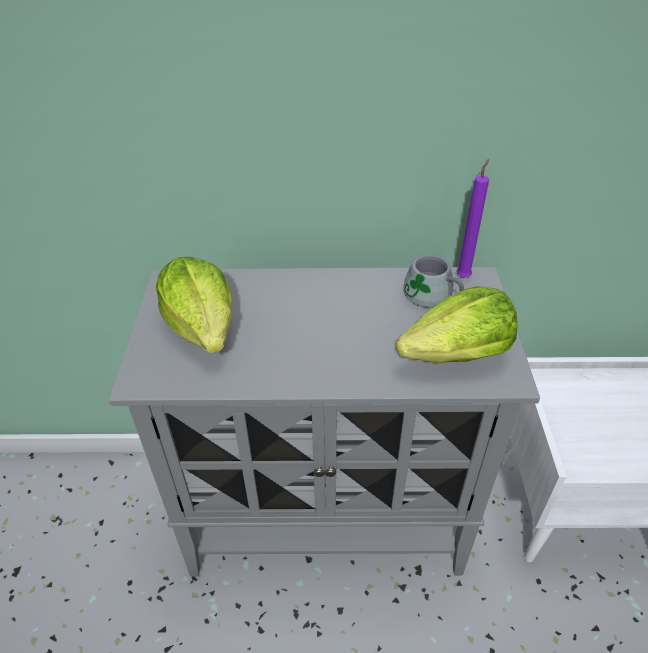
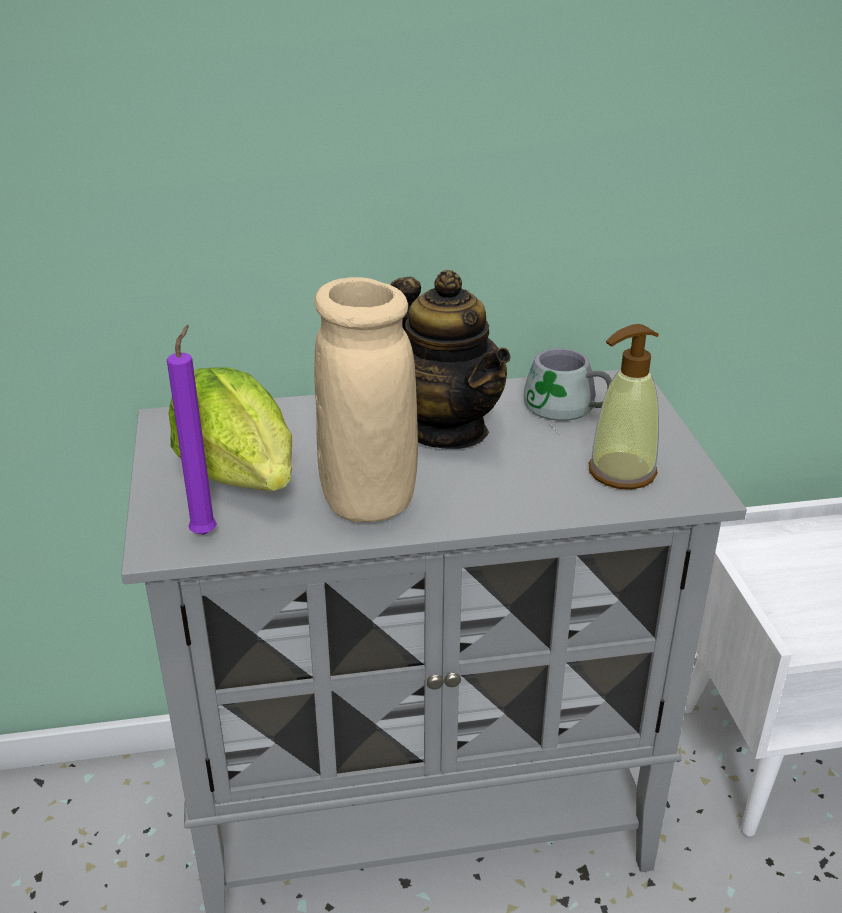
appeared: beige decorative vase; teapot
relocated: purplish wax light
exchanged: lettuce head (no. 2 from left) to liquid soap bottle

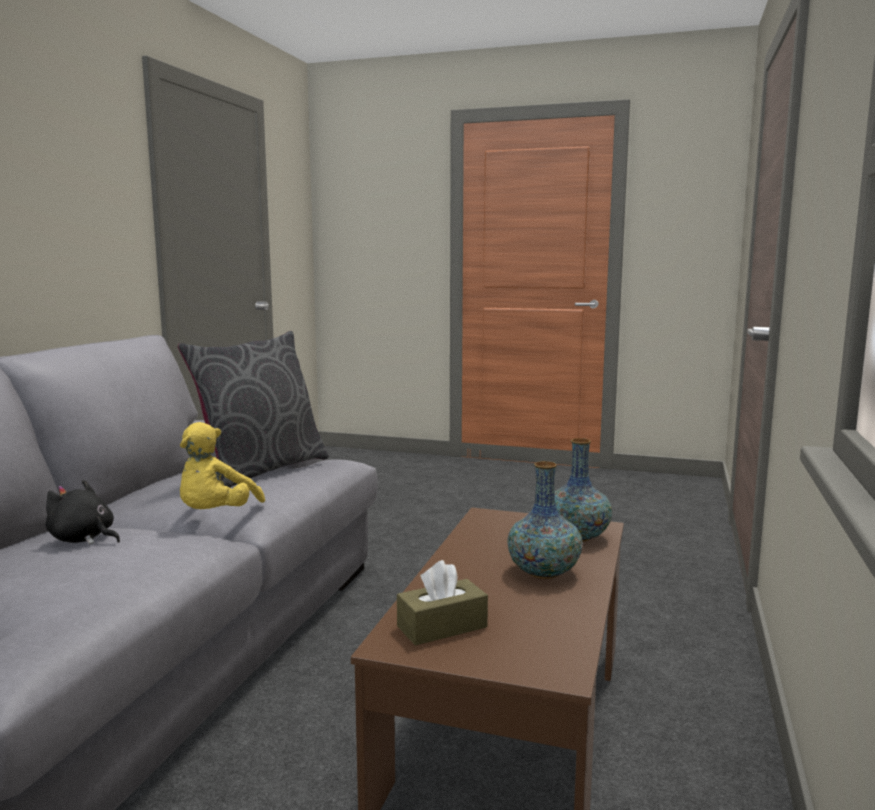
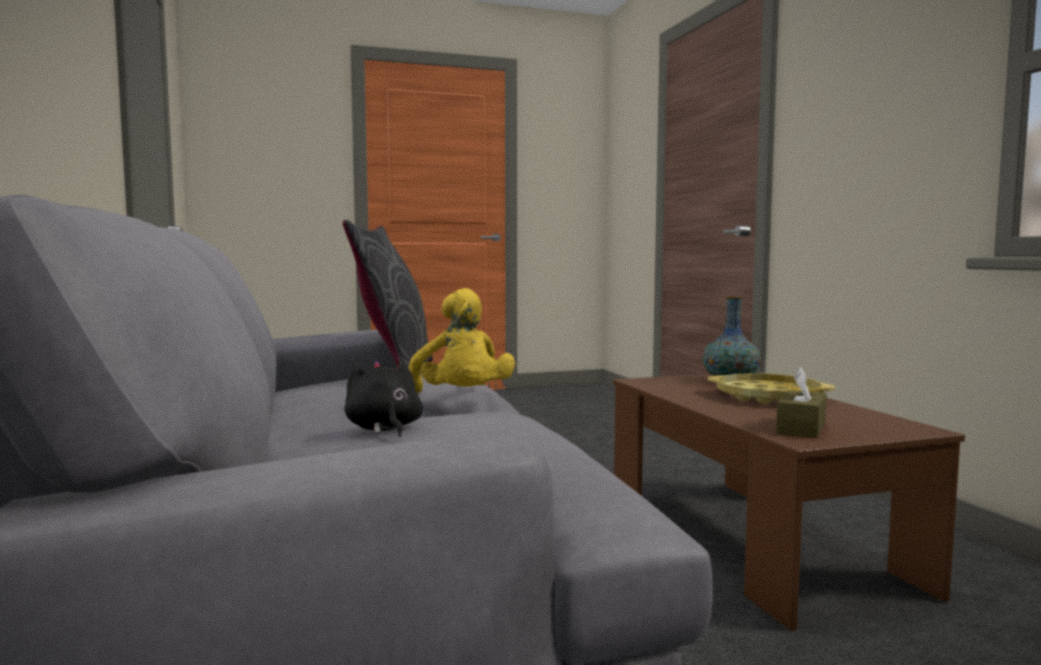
exchanged: decorative vase (no. 1 from left) to yellow-coloured carrying tray
spun: black-coloured cuddly toy 75 degrees clockwise

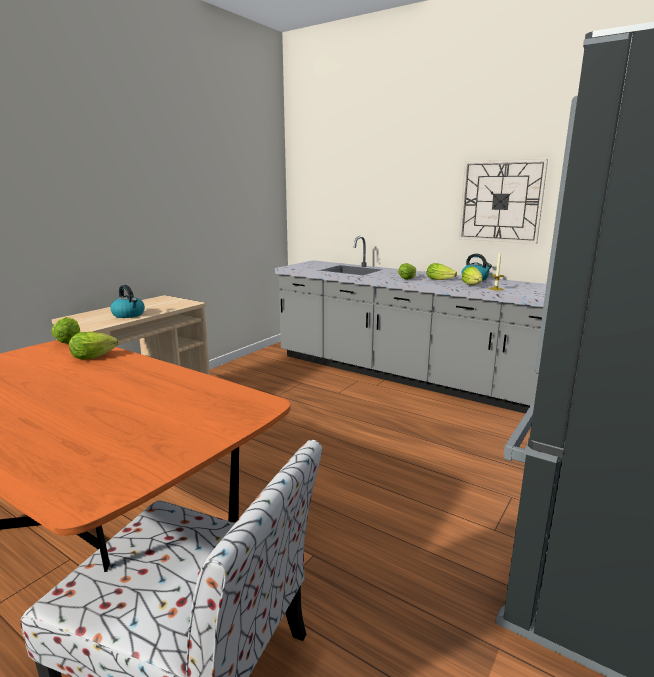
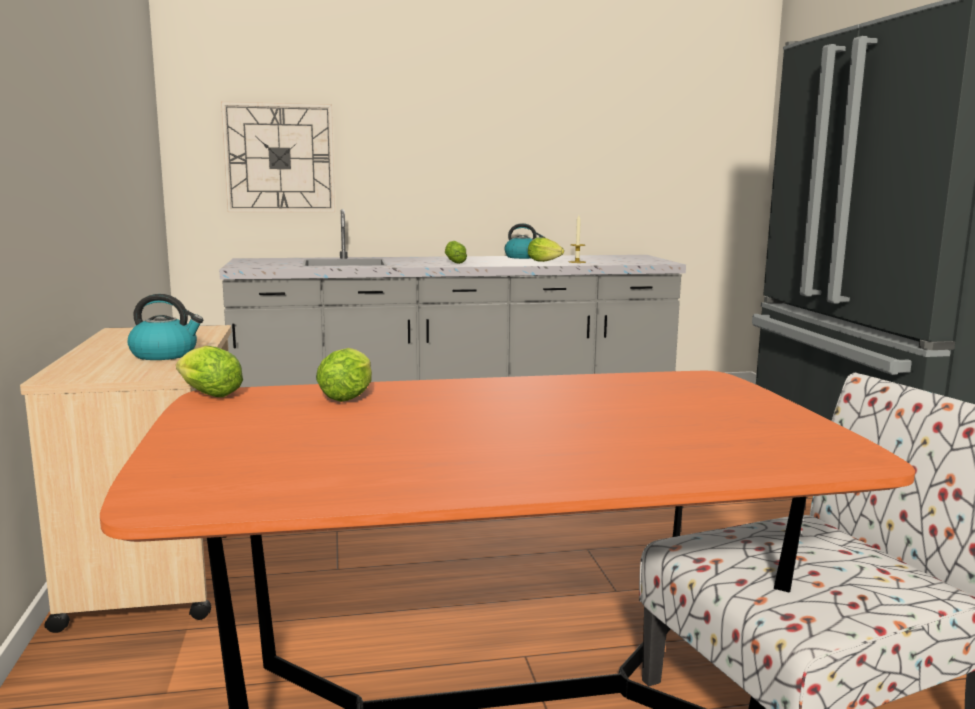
missing: lettuce head (no. 4 from left)
relocated: wall clock

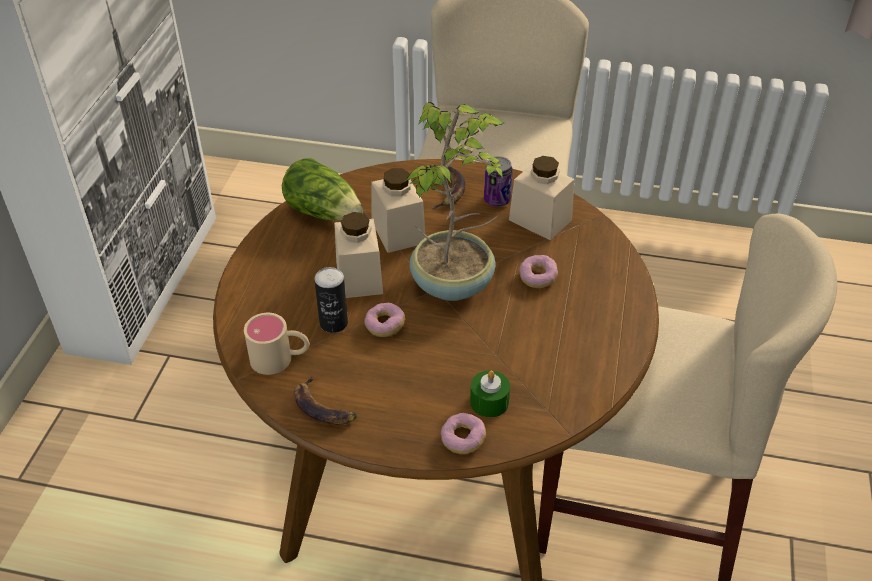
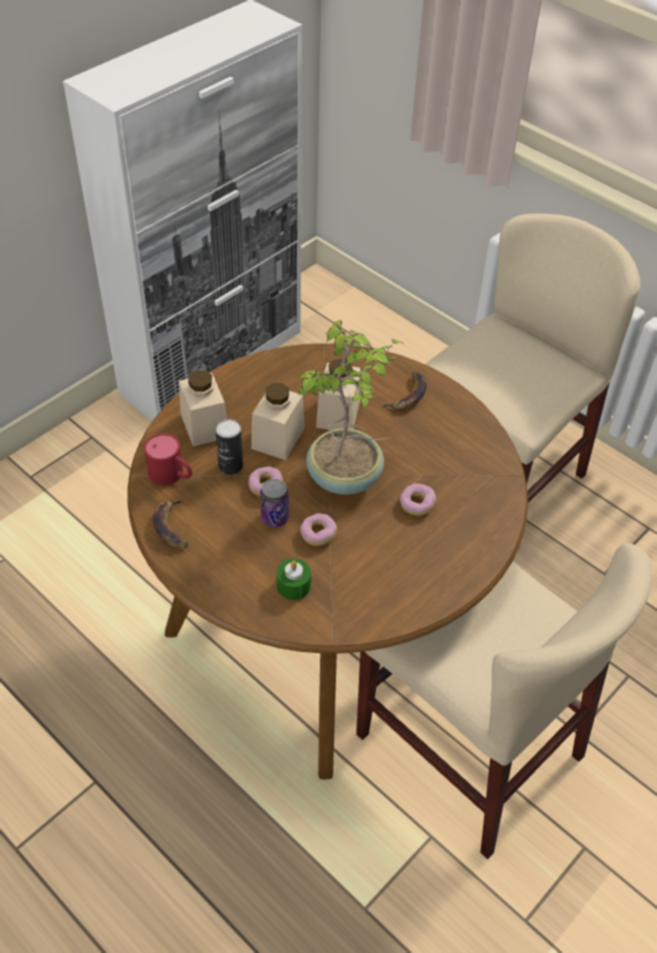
missing: lettuce head
relocated: donut (no. 2 from left); sealed can (no. 2 from left); beige jar (no. 3 from left in the first image) to beige jar (no. 1 from left)
colour: beige tea mug to red tea mug

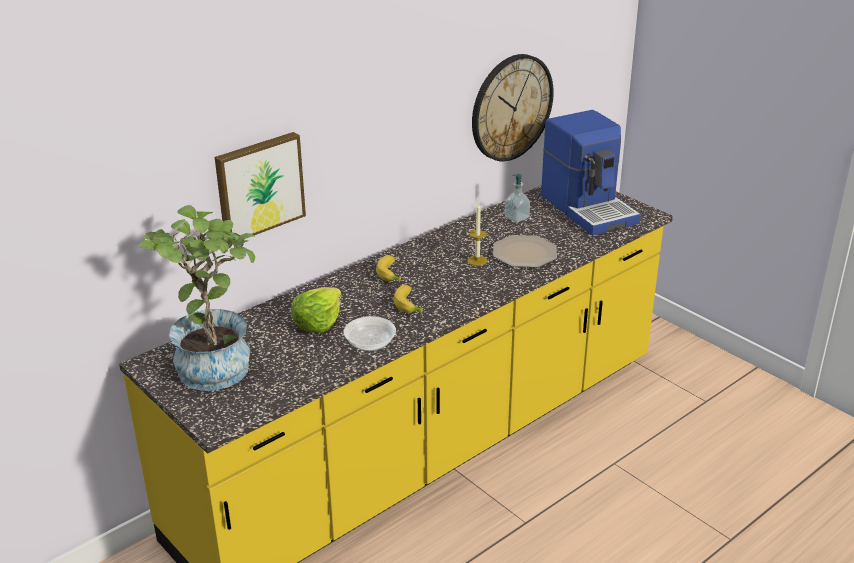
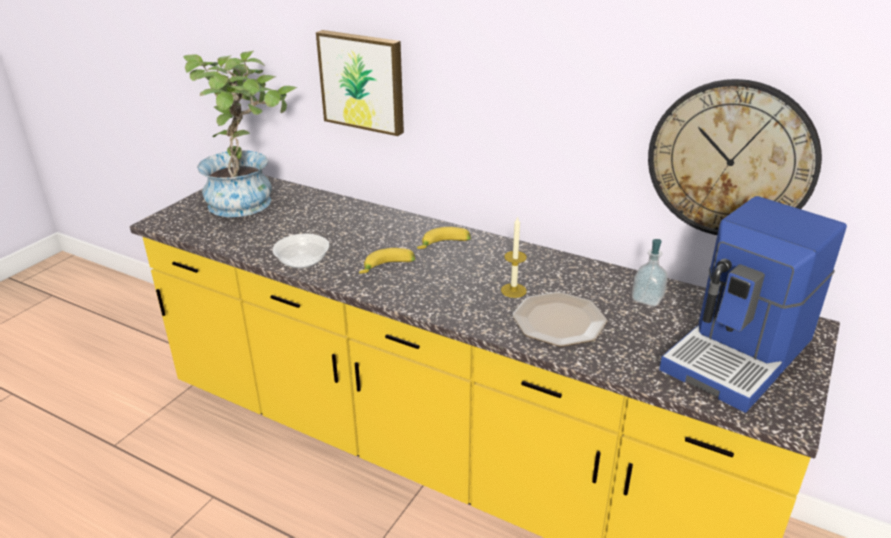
missing: lettuce head

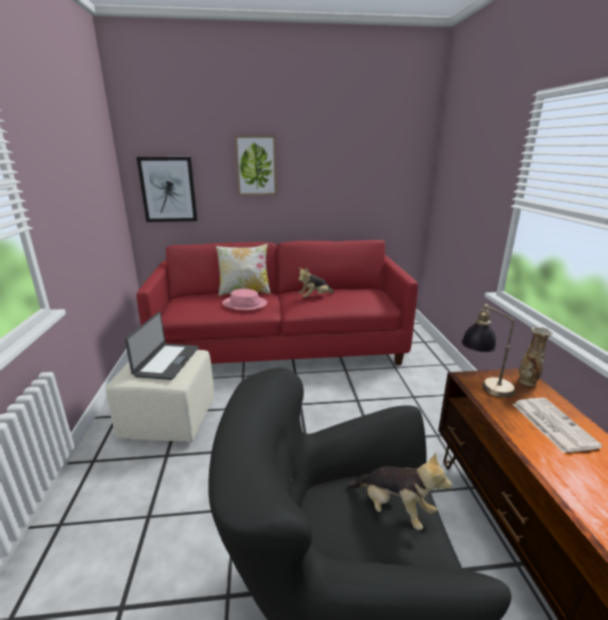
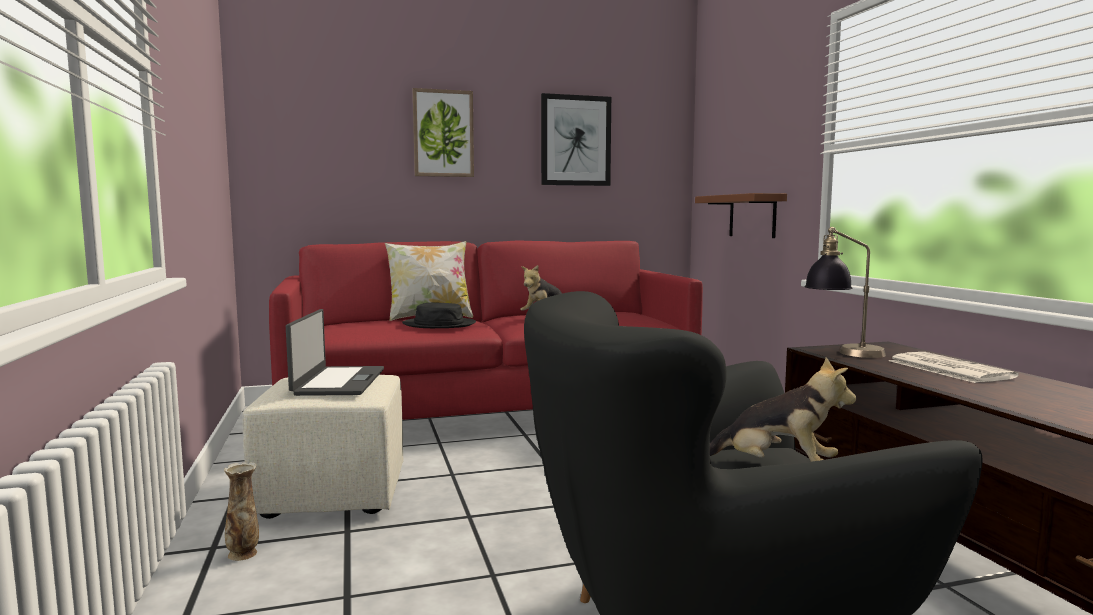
appeared: brown-coloured wall shelf
relocated: picture (no. 1 from left in the first image) to picture (no. 2 from left); decorative vase
colour: pinkish hat to black-coloured hat

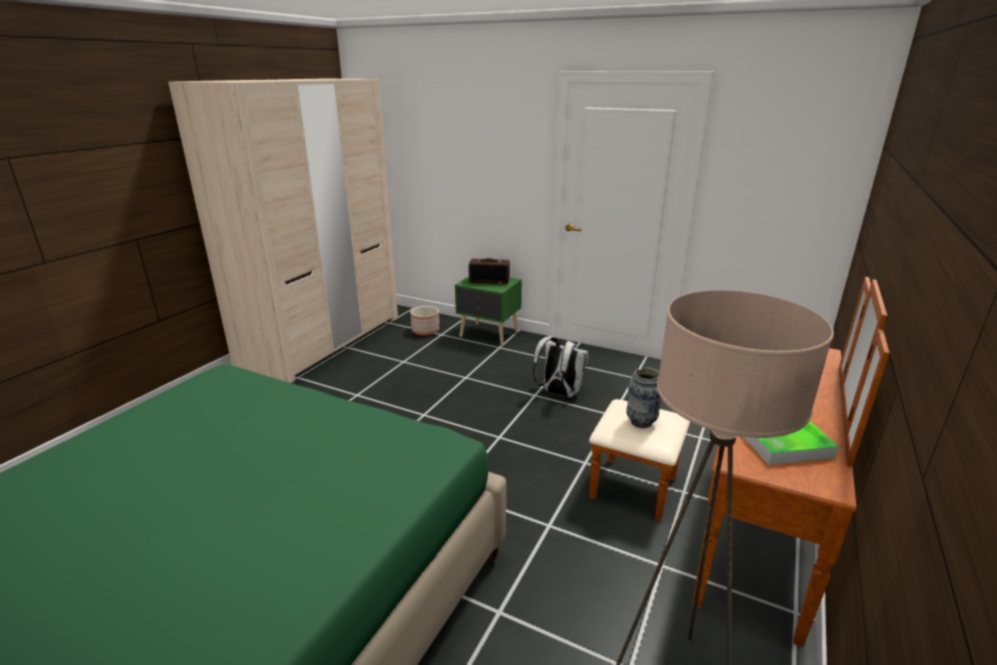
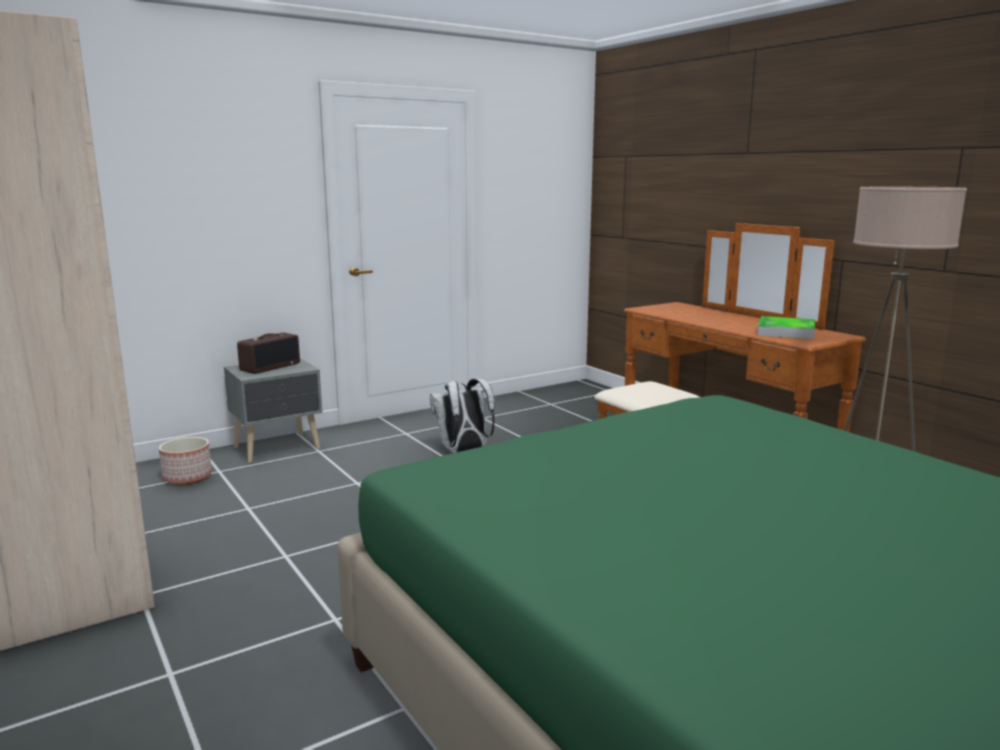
missing: decorative vase
colour: green-coloured night table to grey night table

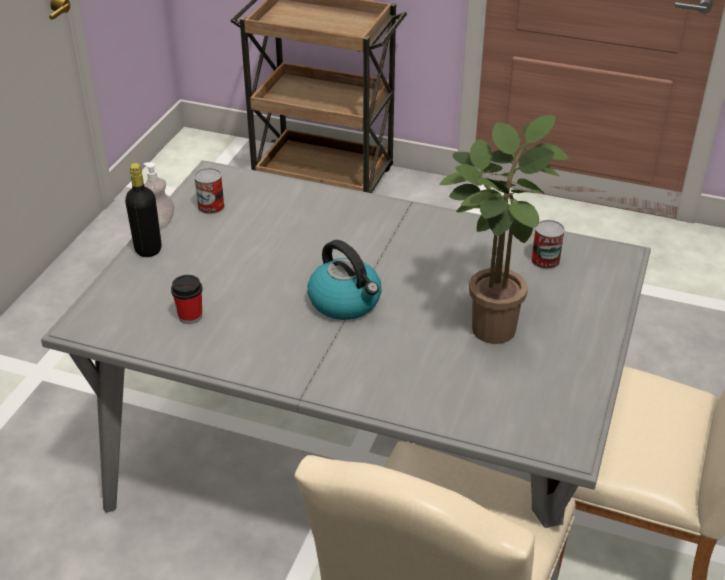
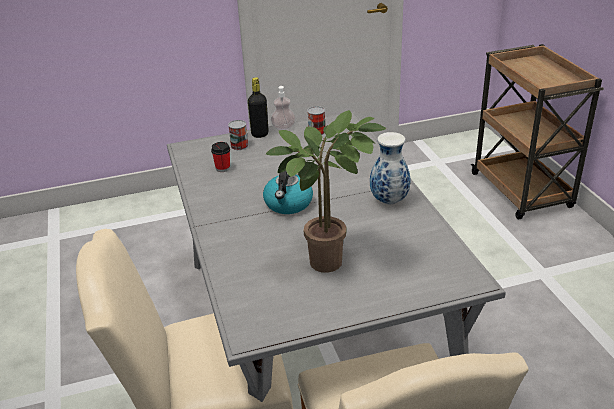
appeared: decorative vase
relocated: sealed can (no. 2 from left in the first image) to sealed can (no. 1 from left)

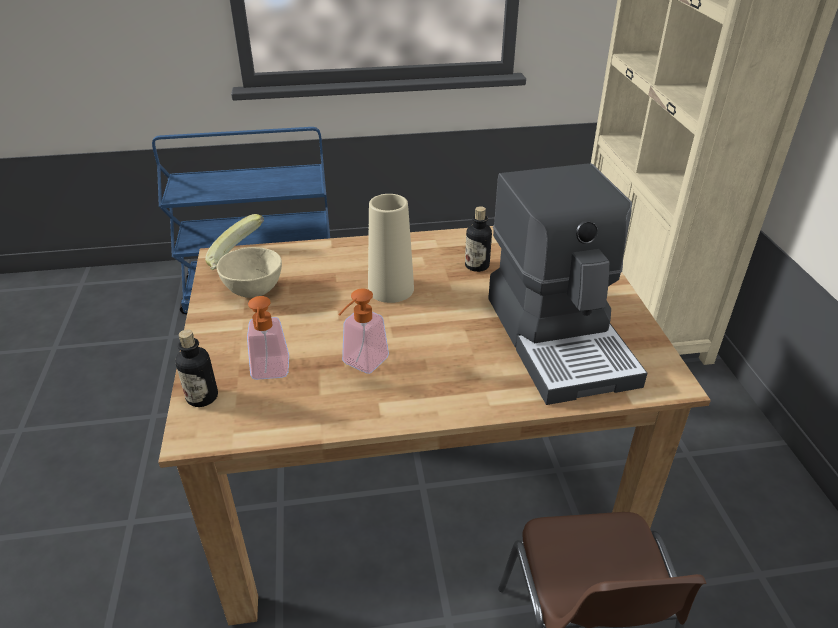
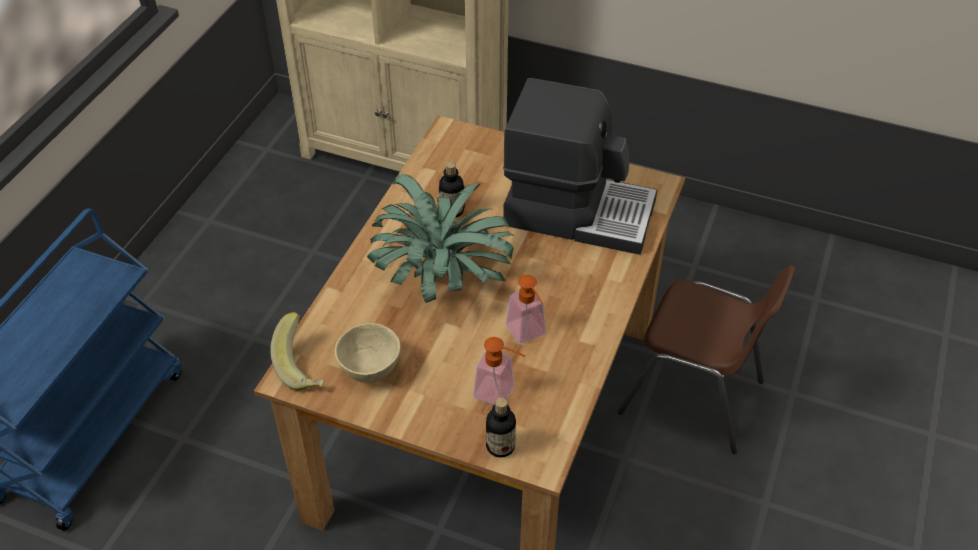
exchanged: beige decorative vase to potted plant

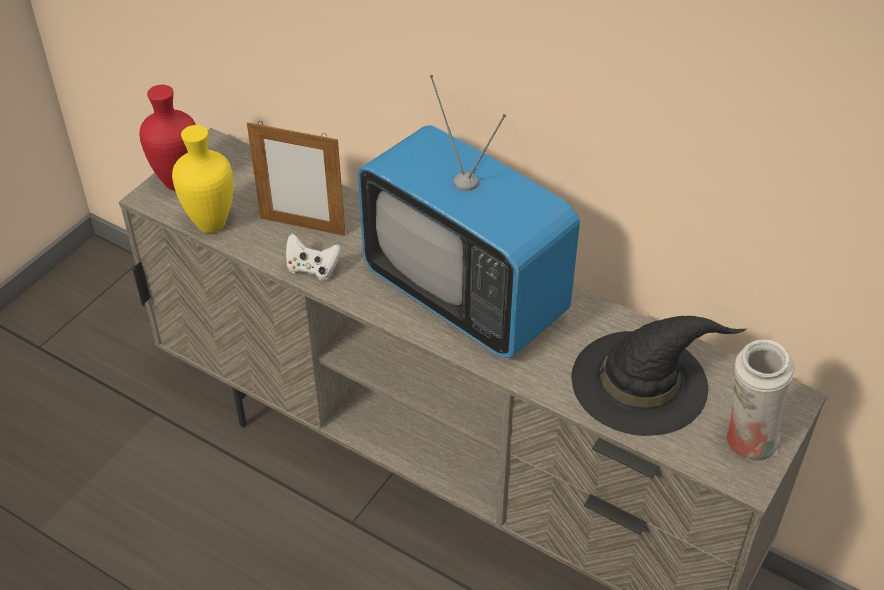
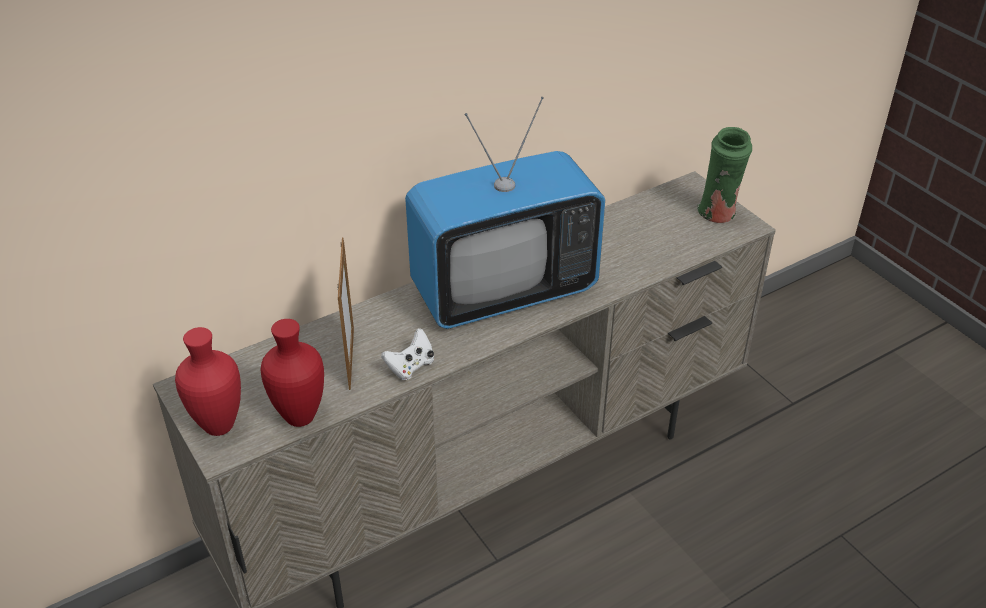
missing: black-coloured hat
colour: yellow-coloured decorative vase to red decorative vase (no. 2 from left); white-coloured decorative vase to green-coloured decorative vase
spun: picture frame 45 degrees counterclockwise

